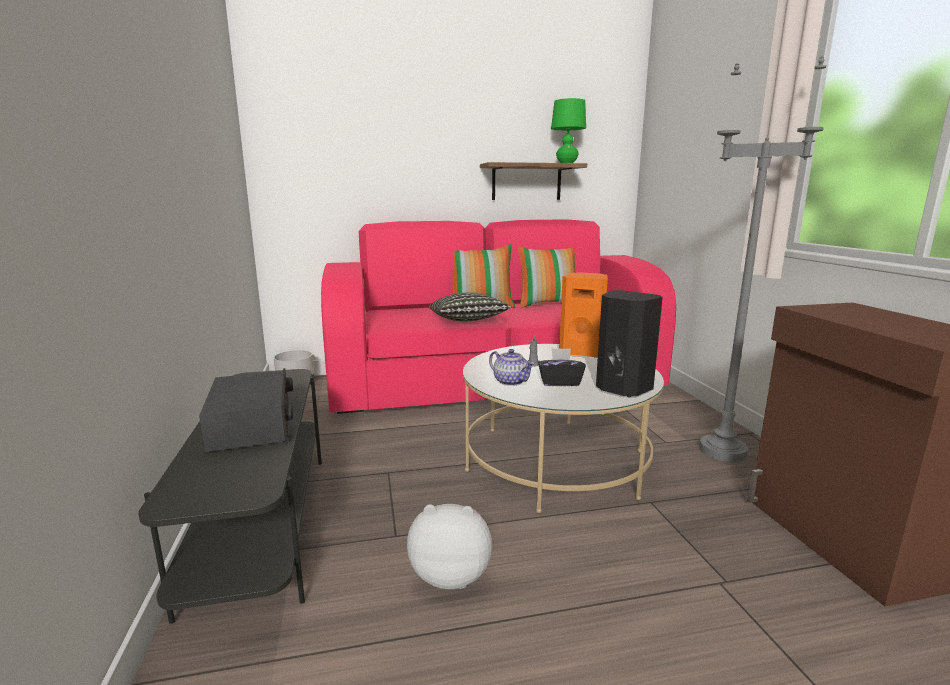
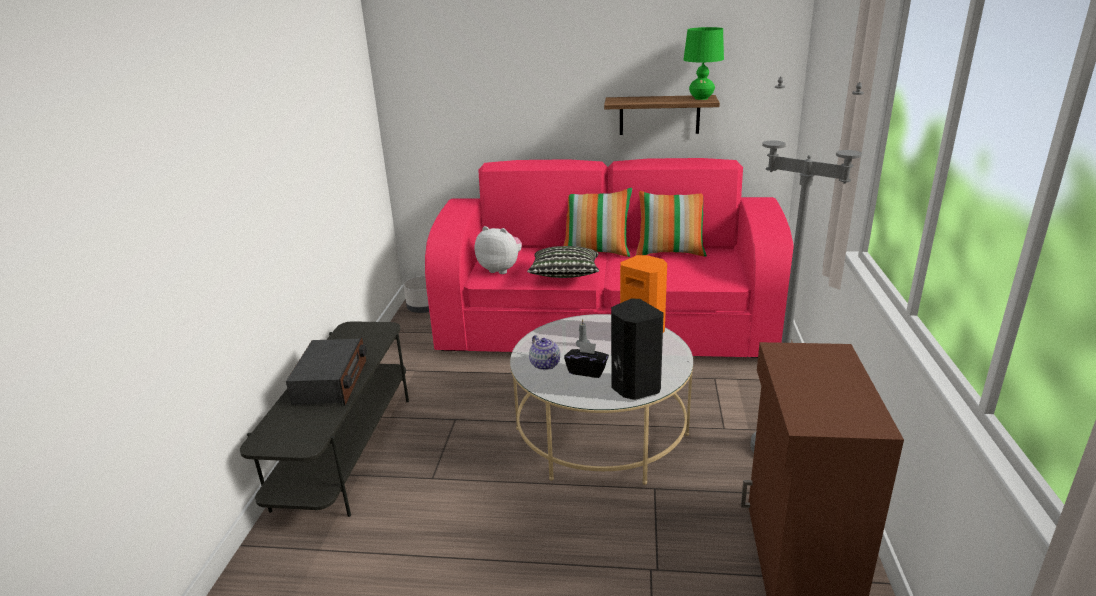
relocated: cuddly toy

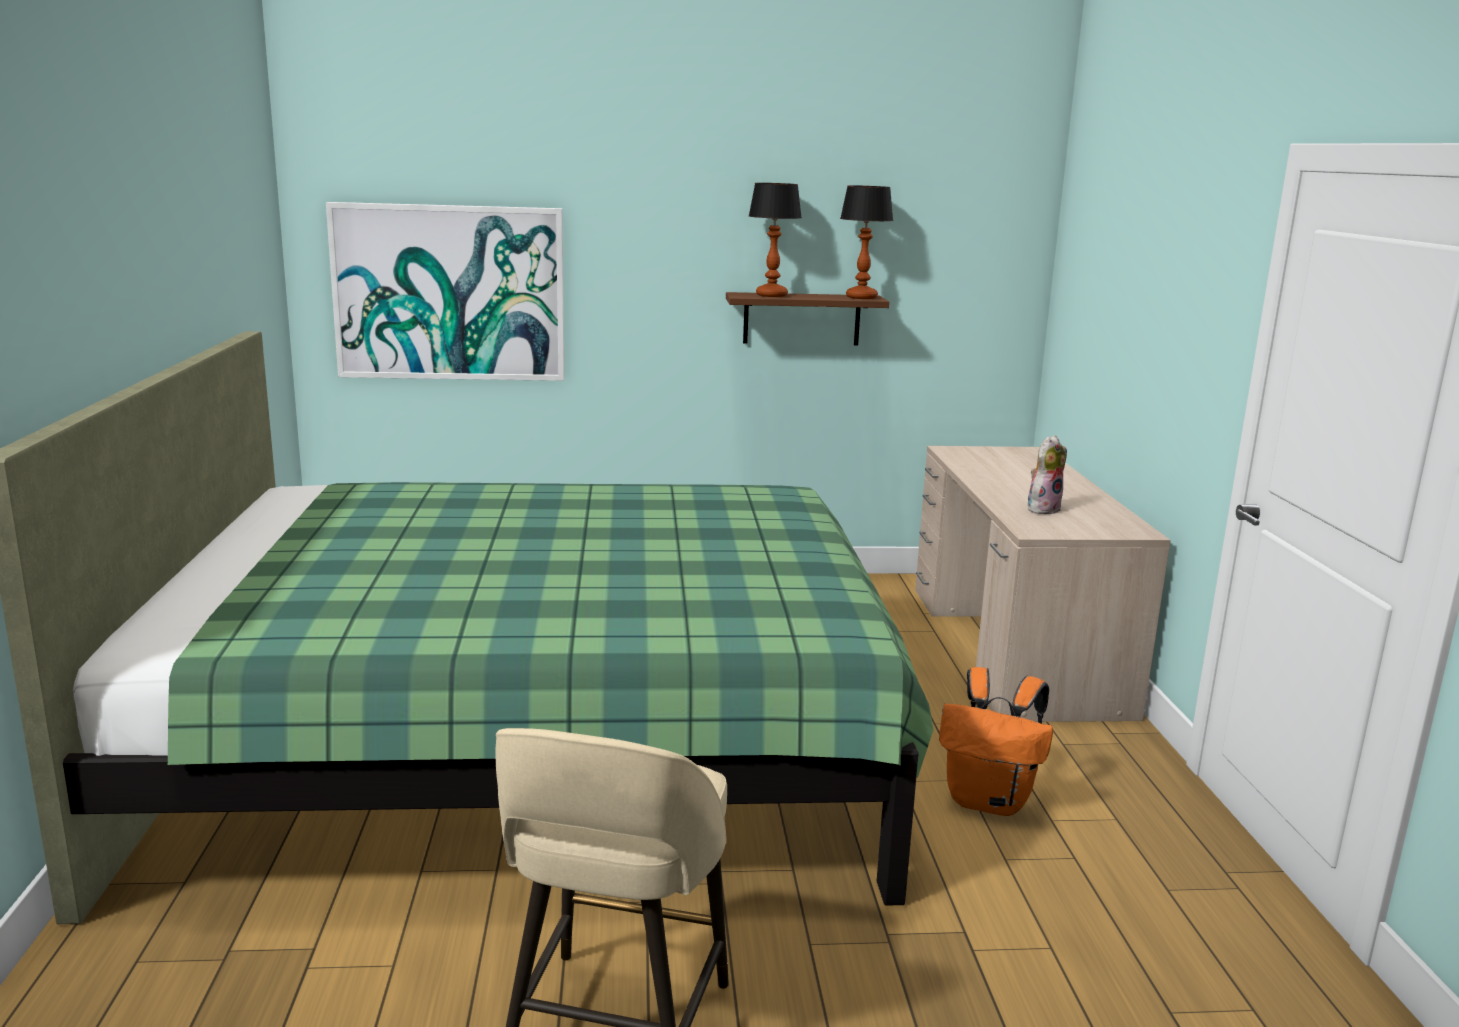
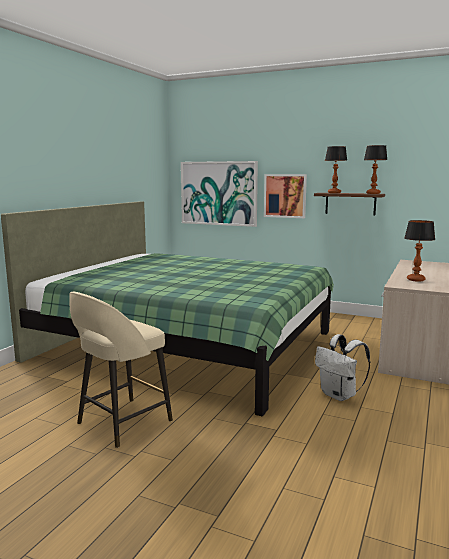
appeared: picture (no. 2 from left)
exchanged: cuddly toy to tabletop lamp (no. 3 from left)
colour: orange rucksack to white-coloured rucksack

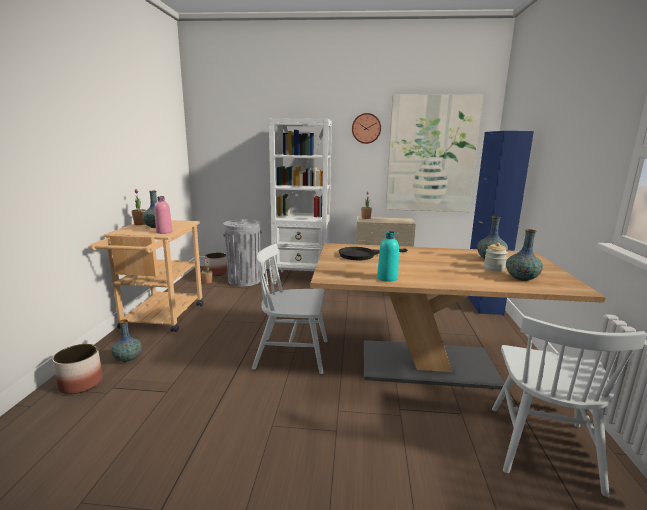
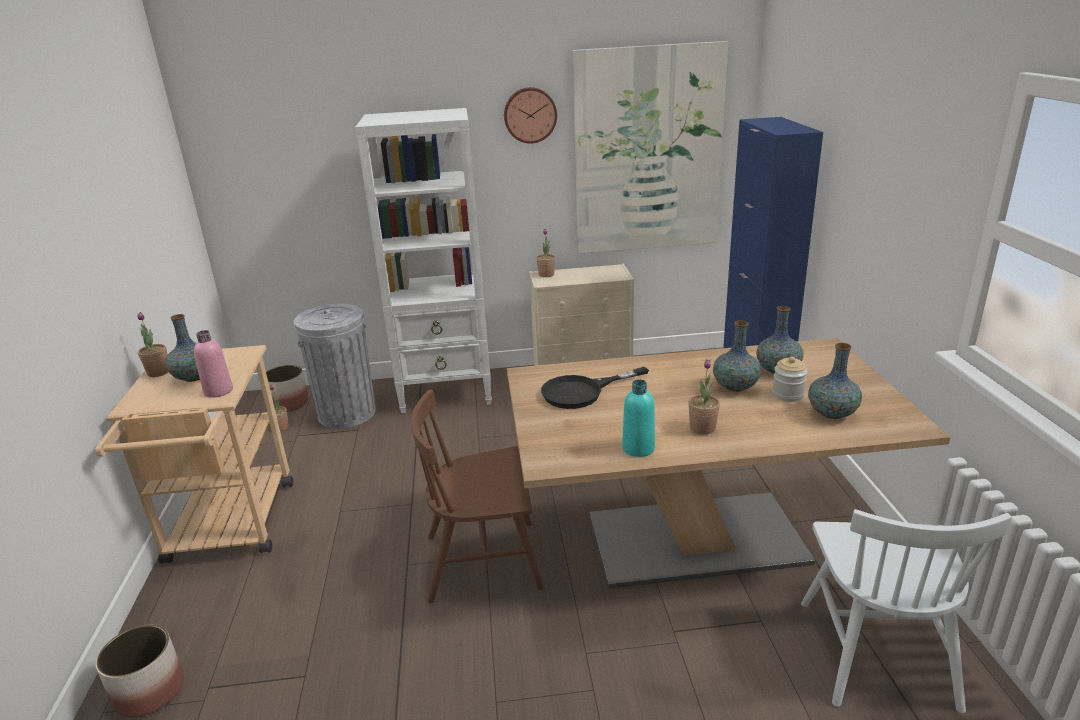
appeared: potted plant (no. 4 from left)
relocated: decorative vase (no. 1 from left in the first image) to decorative vase (no. 2 from left)
colour: white-coloured chair (no. 1 from left) to brown-coloured chair

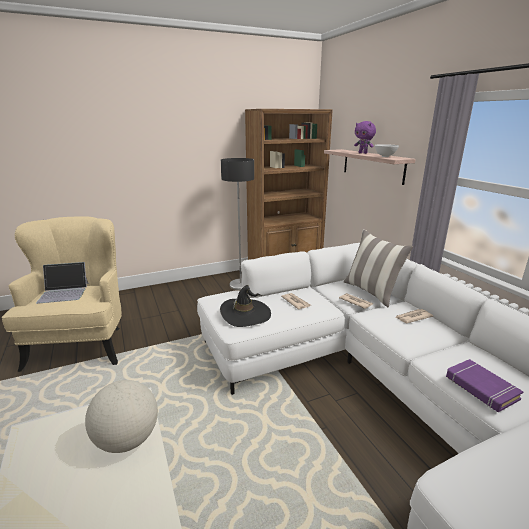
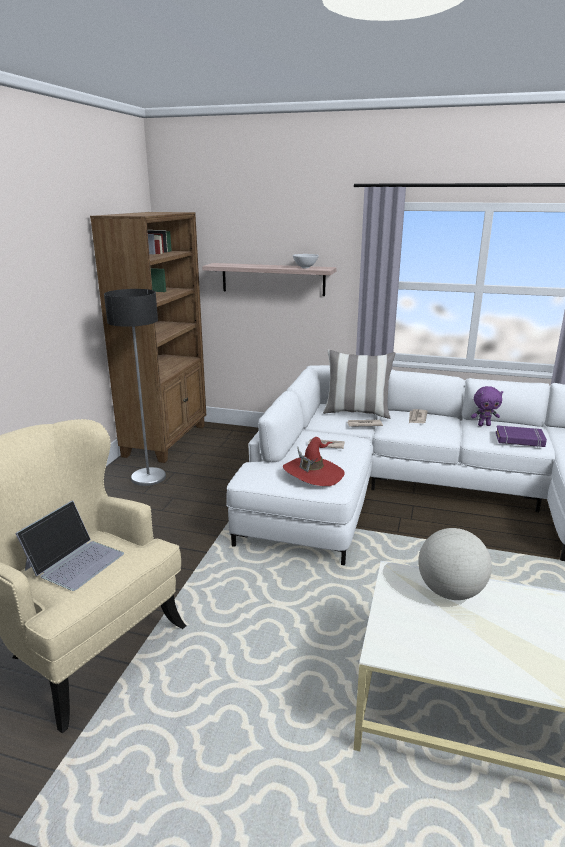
relocated: purplish cuddly toy
colour: black-coloured hat to red hat

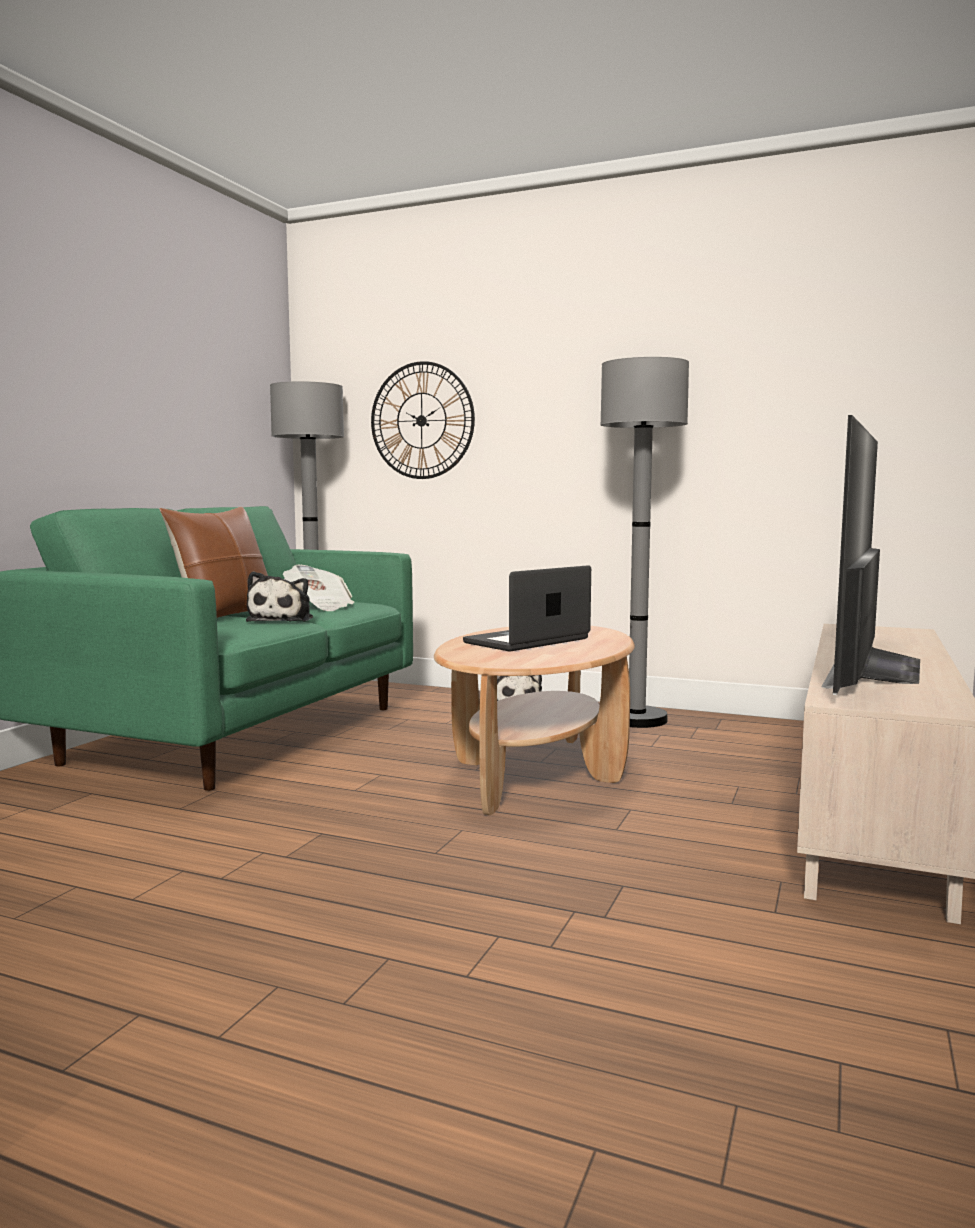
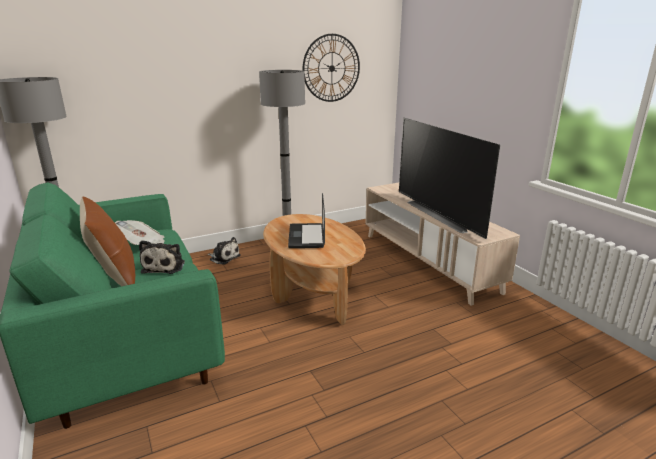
relocated: wall clock
spun: cuddly toy (no. 1 from left) 45 degrees clockwise

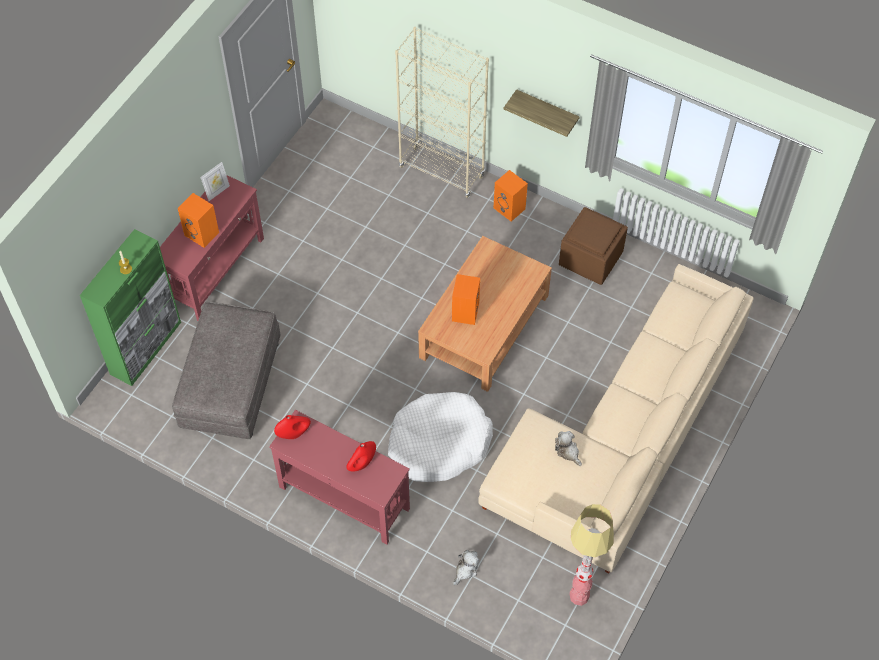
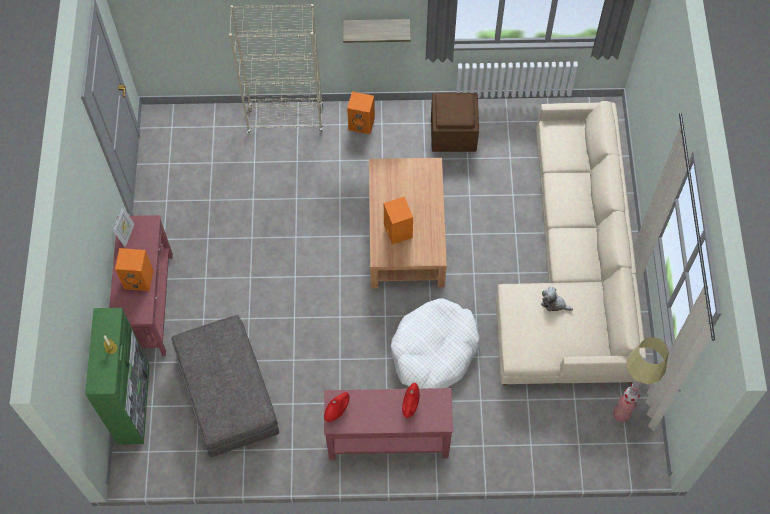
missing: cuddly toy (no. 1 from left)

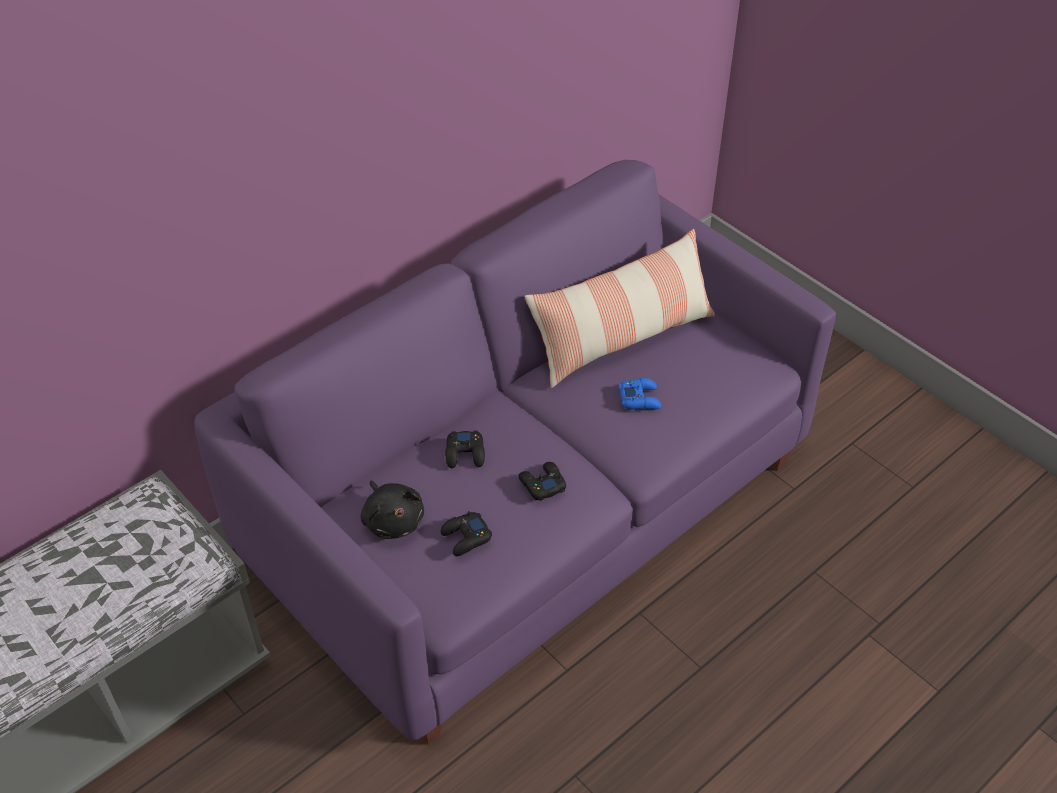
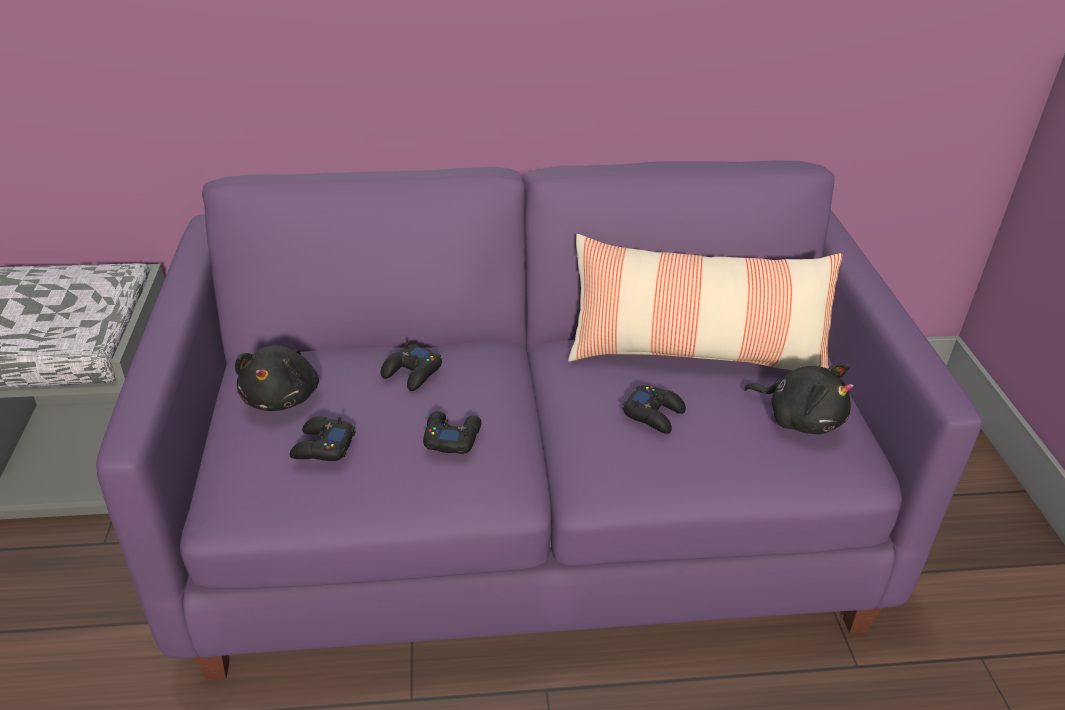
appeared: black-coloured cuddly toy (no. 2 from left)
colour: blue-coloured gamepad to black-coloured gamepad (no. 4 from left)

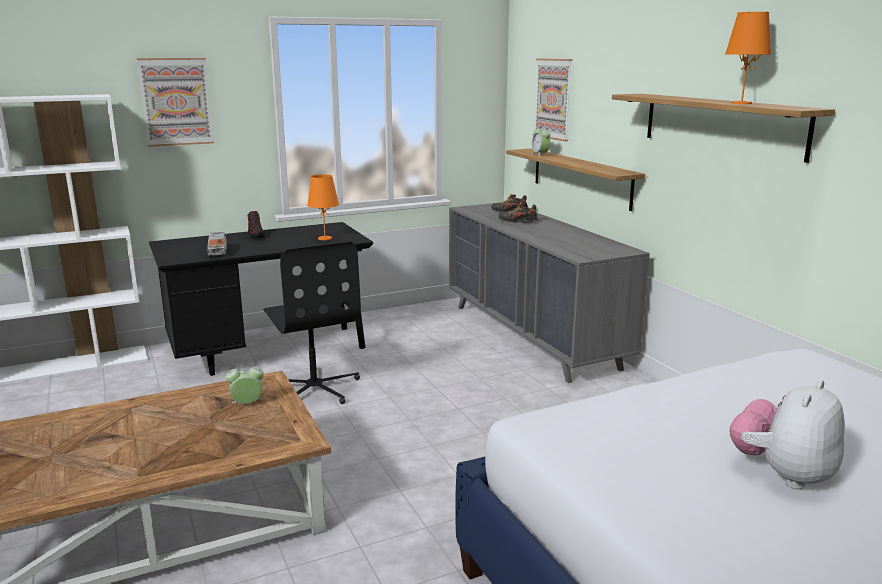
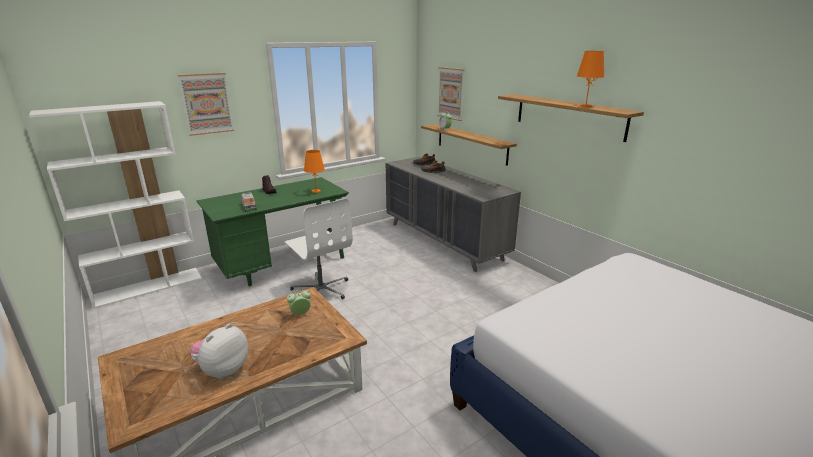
relocated: cuddly toy
colour: black-coloured desk unit to green-coloured desk unit; black-coloured computer chair to white-coloured computer chair

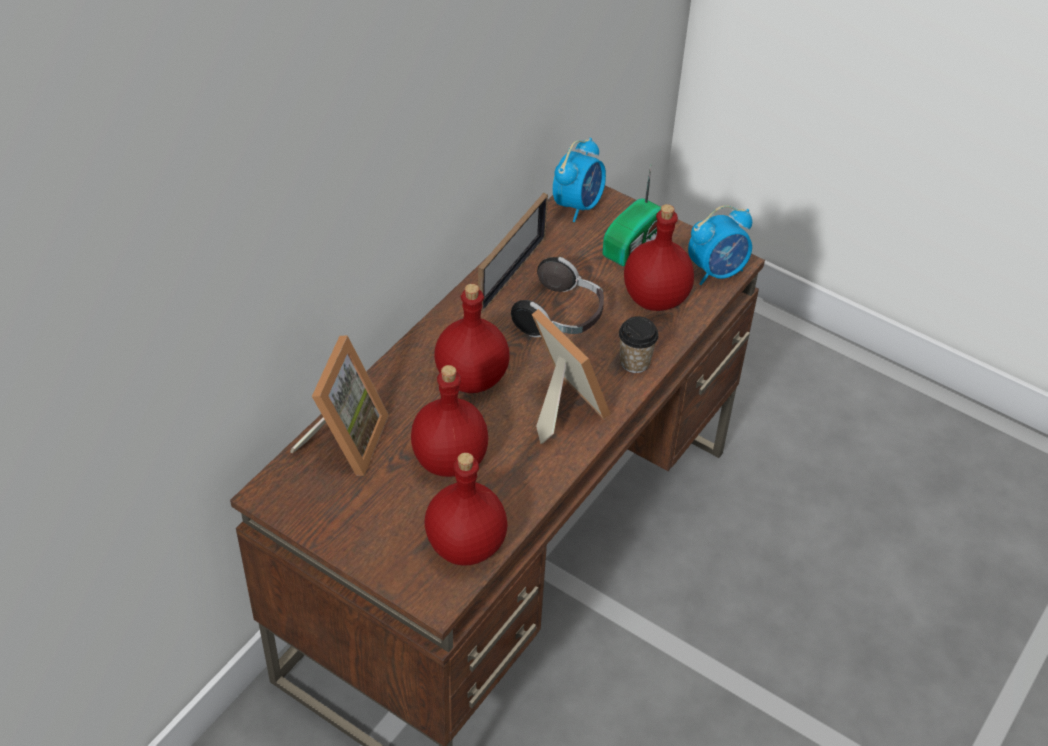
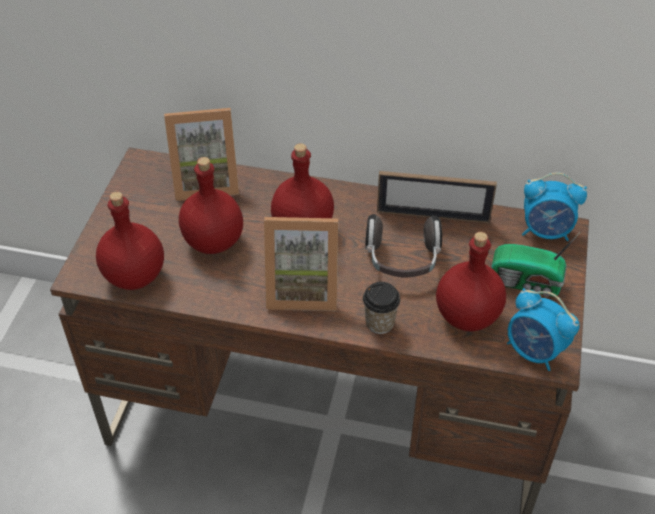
spun: picture frame (no. 3 from left in the first image) 60 degrees clockwise

